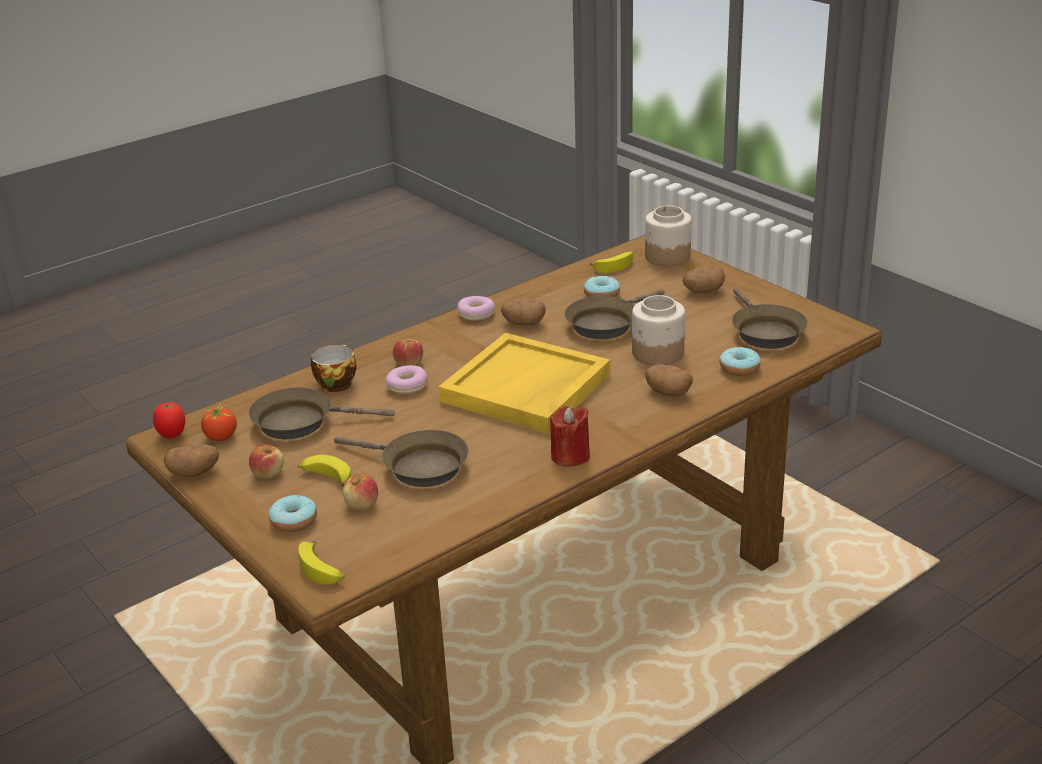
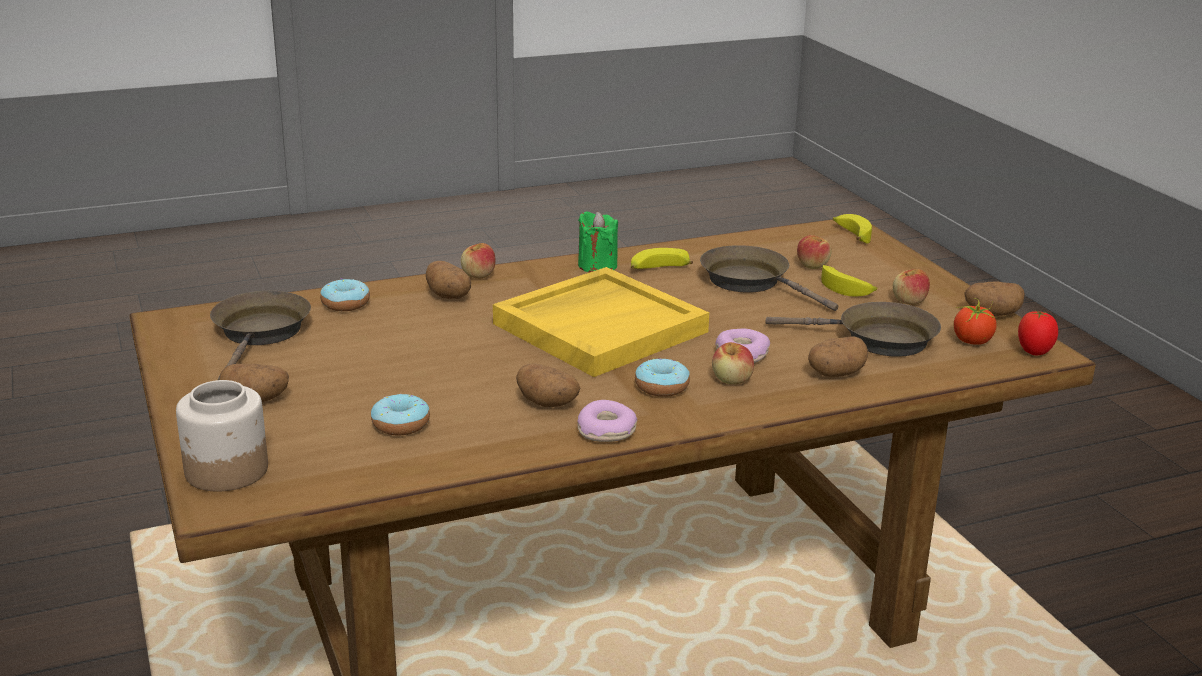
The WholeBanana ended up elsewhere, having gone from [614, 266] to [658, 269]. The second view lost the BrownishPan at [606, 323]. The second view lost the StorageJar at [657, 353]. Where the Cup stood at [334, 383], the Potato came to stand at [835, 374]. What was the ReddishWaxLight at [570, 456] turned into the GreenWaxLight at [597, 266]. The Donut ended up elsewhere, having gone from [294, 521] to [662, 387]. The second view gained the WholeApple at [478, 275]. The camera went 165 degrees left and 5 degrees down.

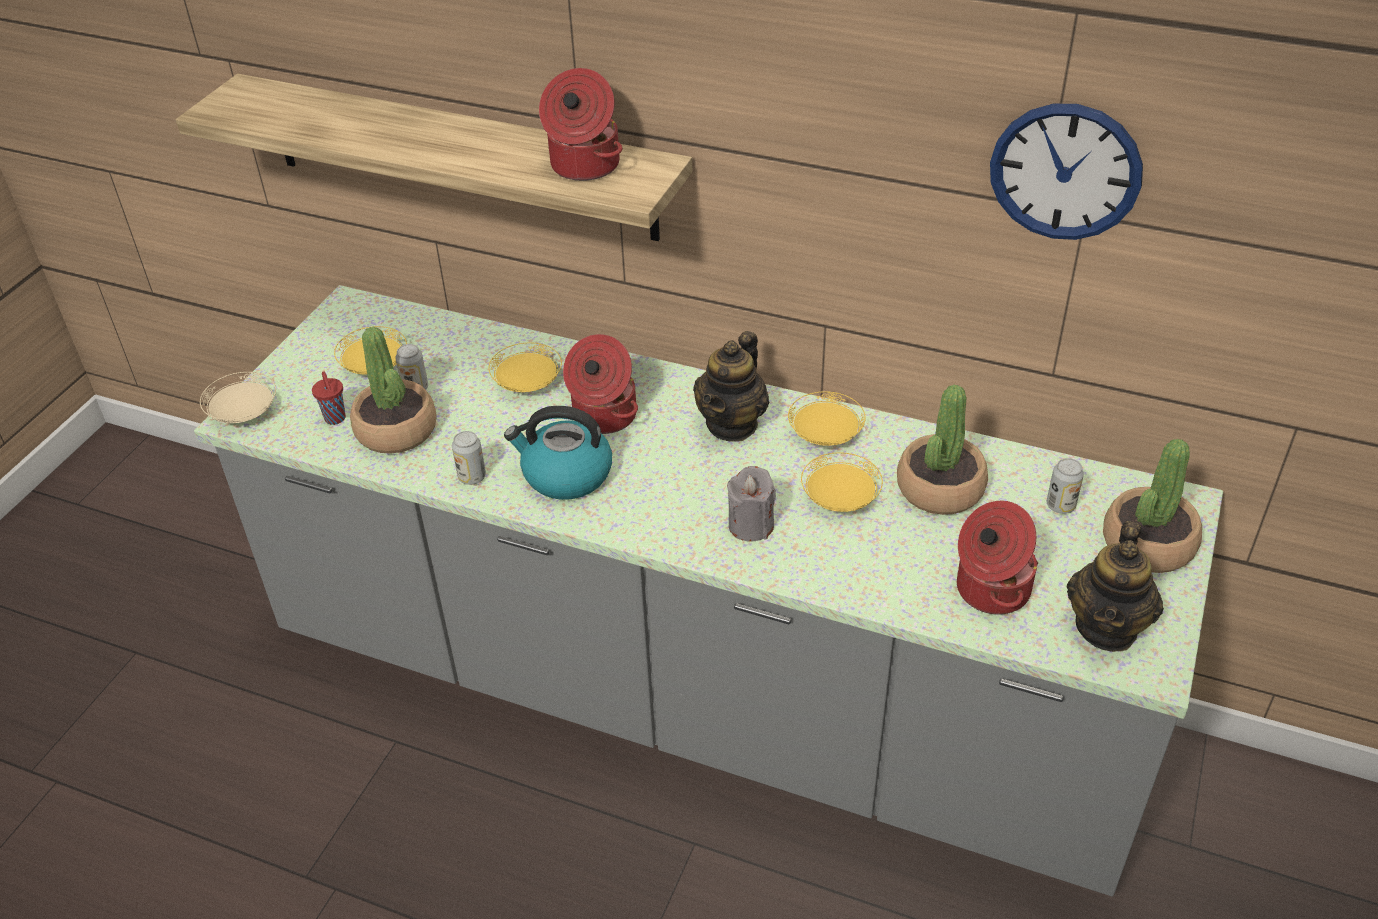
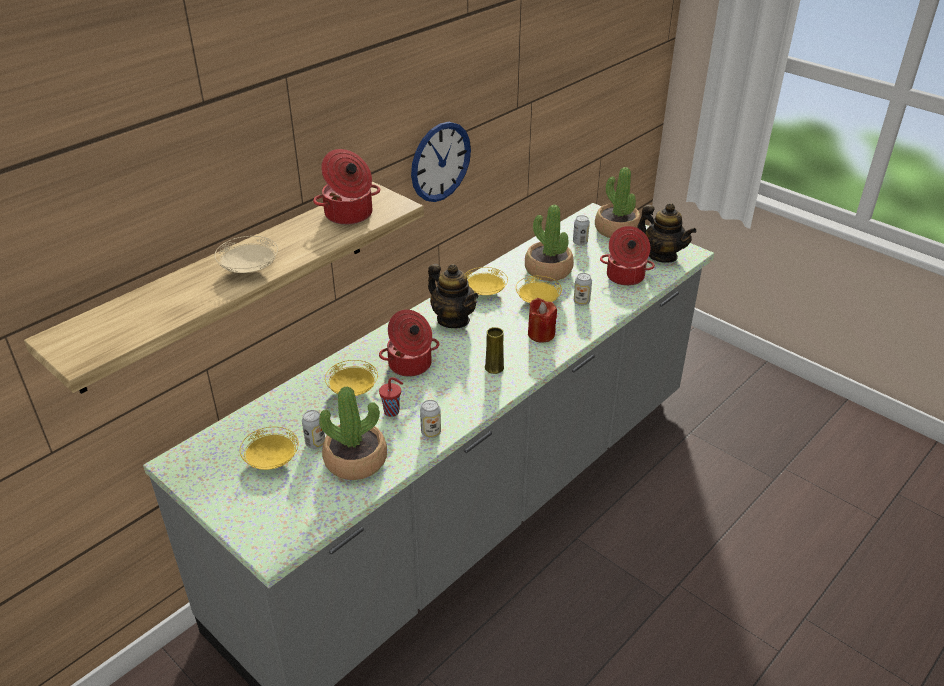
The WallClock ended up elsewhere, having gone from [1065, 172] to [440, 162]. The ReddishCup ended up elsewhere, having gone from [335, 419] to [392, 412]. The SandColouredFlatDish ended up elsewhere, having gone from [244, 414] to [250, 269]. The second view lost the TeaKettle at [565, 475]. What was the GreyWaxLight at [751, 525] turned into the ReddishWaxLight at [541, 334]. The second view gained the MetalCan at [581, 302]. The second view gained the YellowishVase at [494, 368]. The camera went 70 degrees left and 5 degrees down.

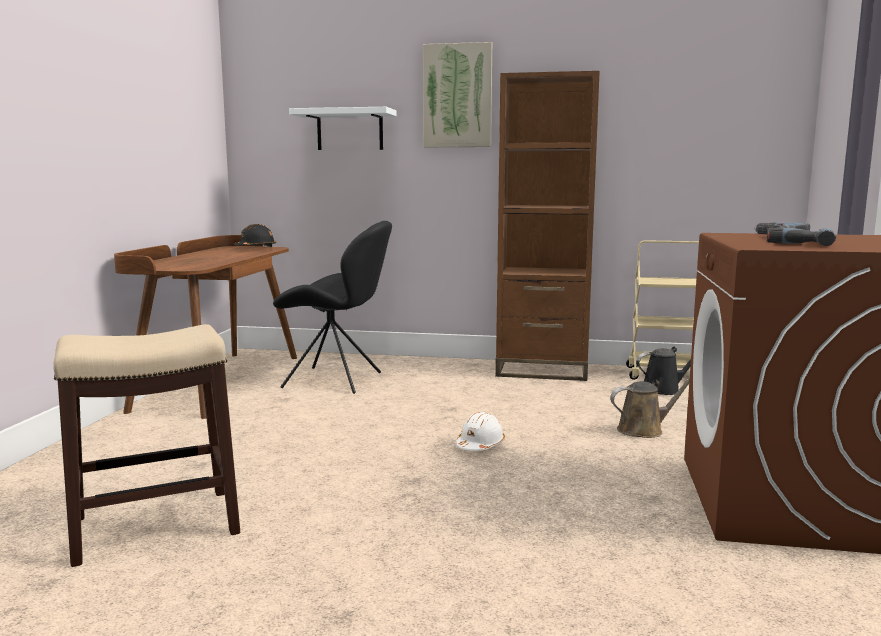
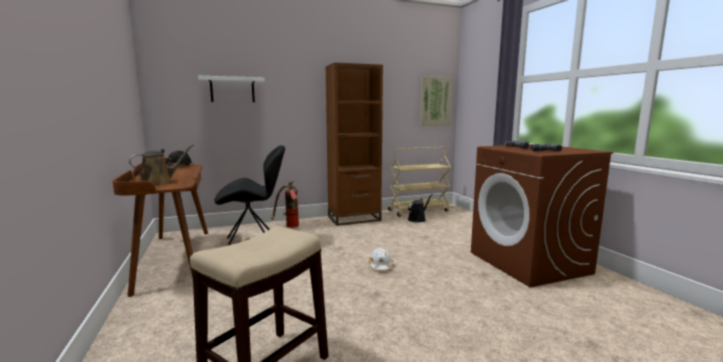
The Picture ended up elsewhere, having gone from [457, 96] to [435, 101]. The BrownishSprinklingCan ended up elsewhere, having gone from [644, 430] to [159, 182]. The second view gained the Extinguisher at [289, 227]. The camera went 30 degrees left and 0 degrees up.

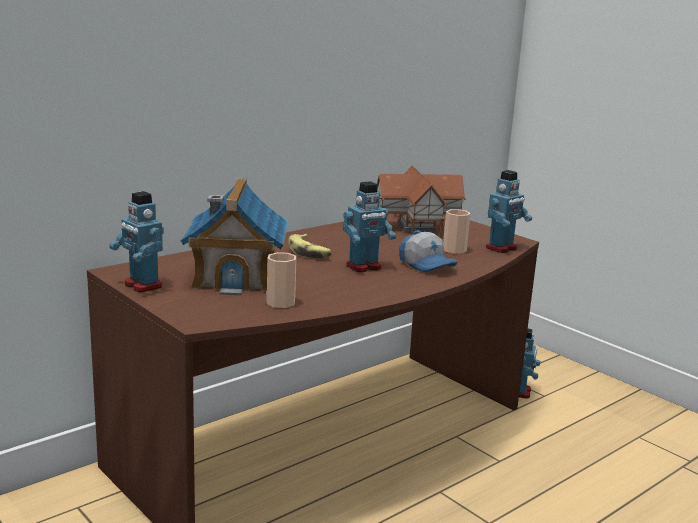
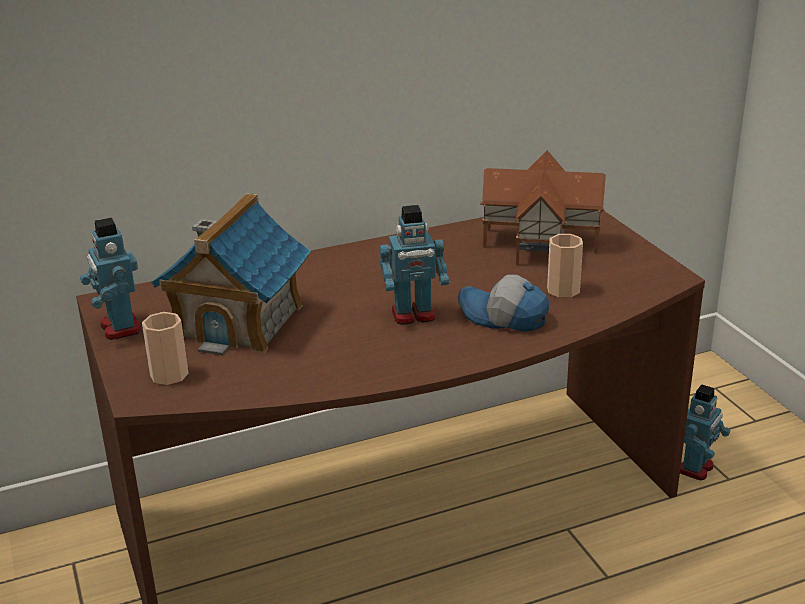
The second view lost the ToyRobot at [502, 248]. The Cap at [427, 265] ended up facing another way, 135 degrees clockwise from before. The second view lost the WholeBanana at [309, 252]. The Cup ended up elsewhere, having gone from [280, 303] to [169, 375]. The camera went 20 degrees right and 10 degrees up.

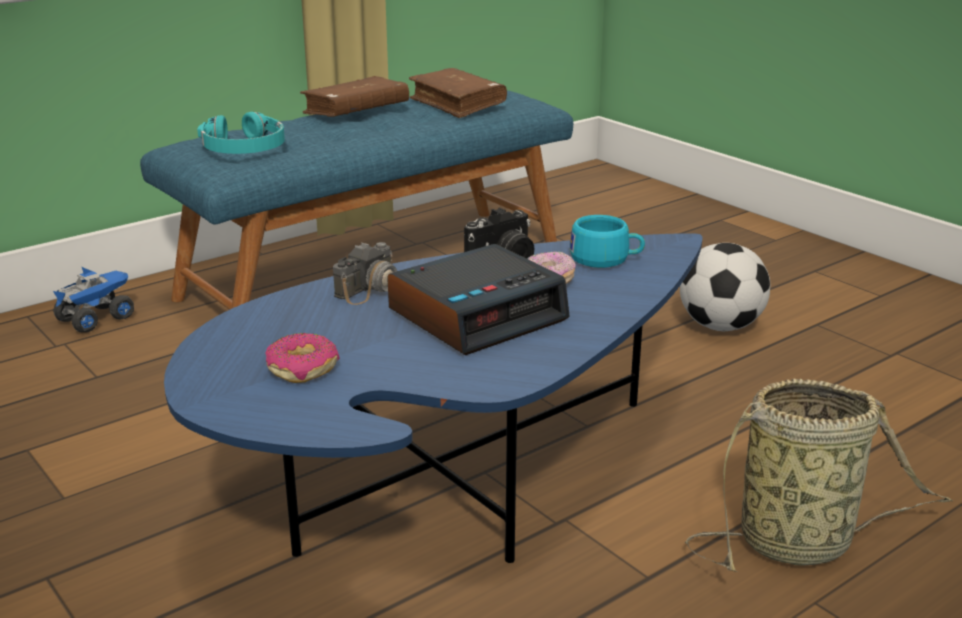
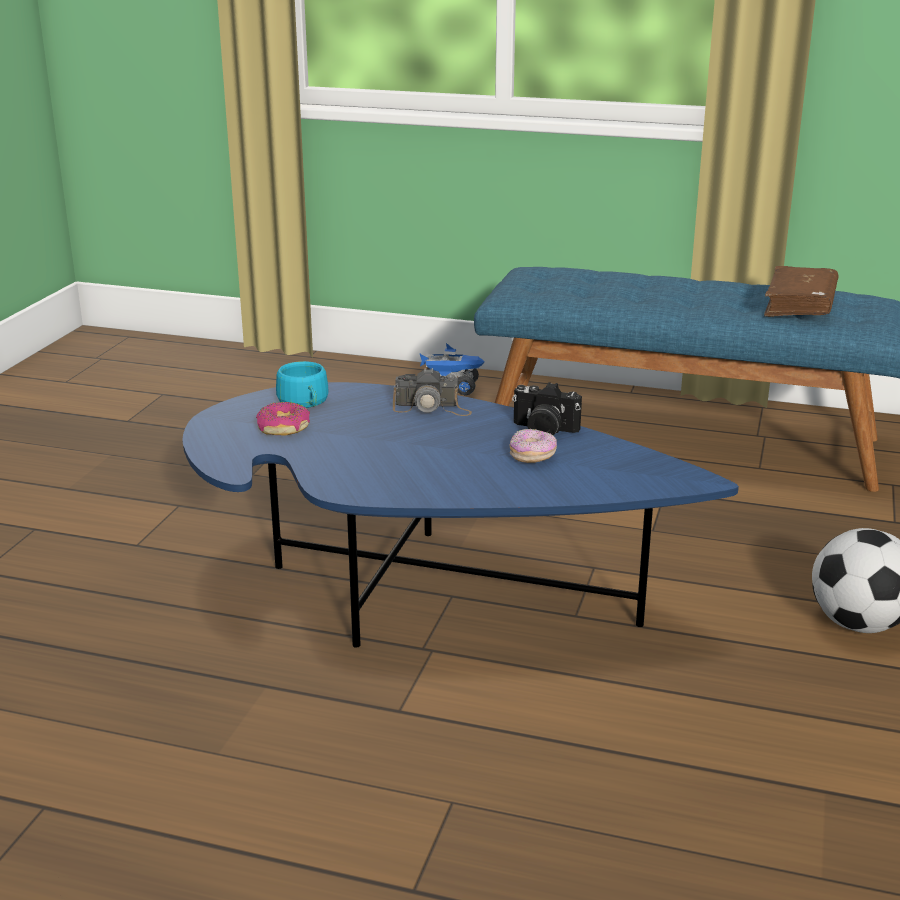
The second view lost the BrownishVolume at [356, 111]. The second view lost the TurquoiseColouredHeadset at [244, 148]. The TurquoiseColouredCup ended up elsewhere, having gone from [606, 259] to [305, 403]. The second view lost the AlarmClock at [478, 314]. The second view lost the Basket at [802, 543]. The camera went 55 degrees right and 0 degrees up.

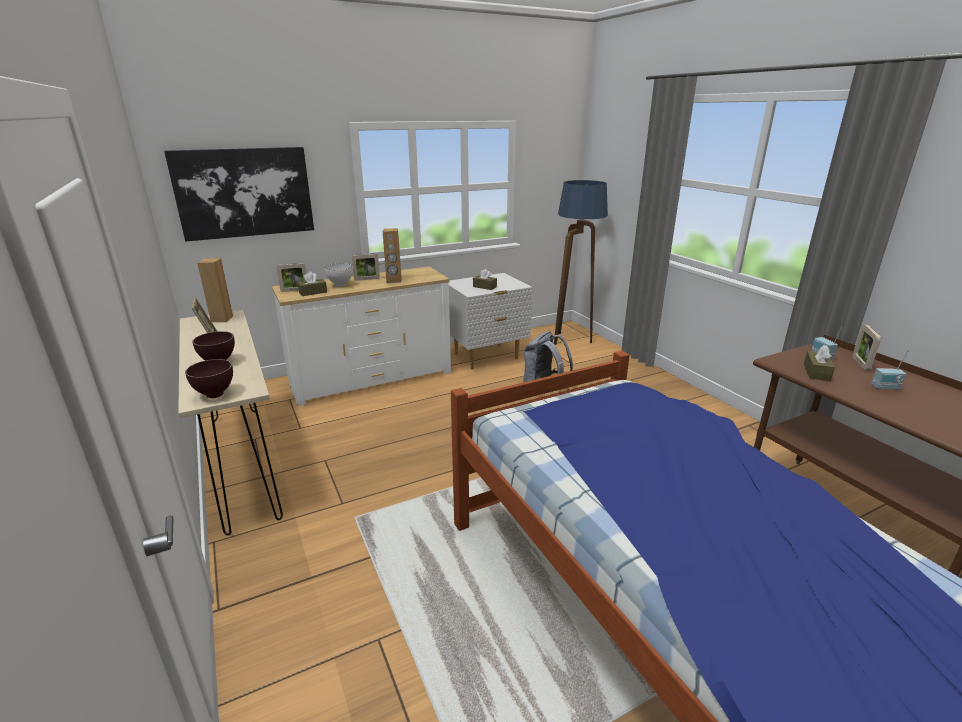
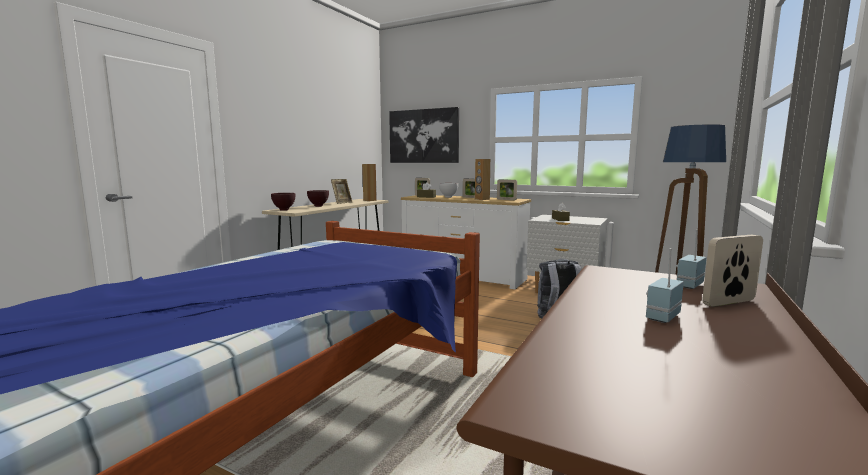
The second view lost the BrownishTissueHolder at [816, 372]. The RadioSet at [886, 388] ended up facing another way, 75 degrees clockwise from before. The second view gained the PhotoFrame at [506, 199]. The camera went 55 degrees right and 15 degrees down.

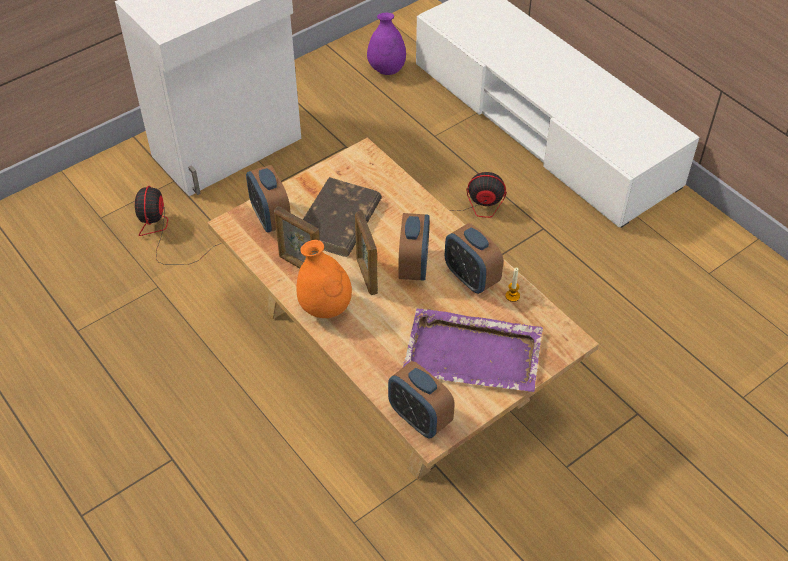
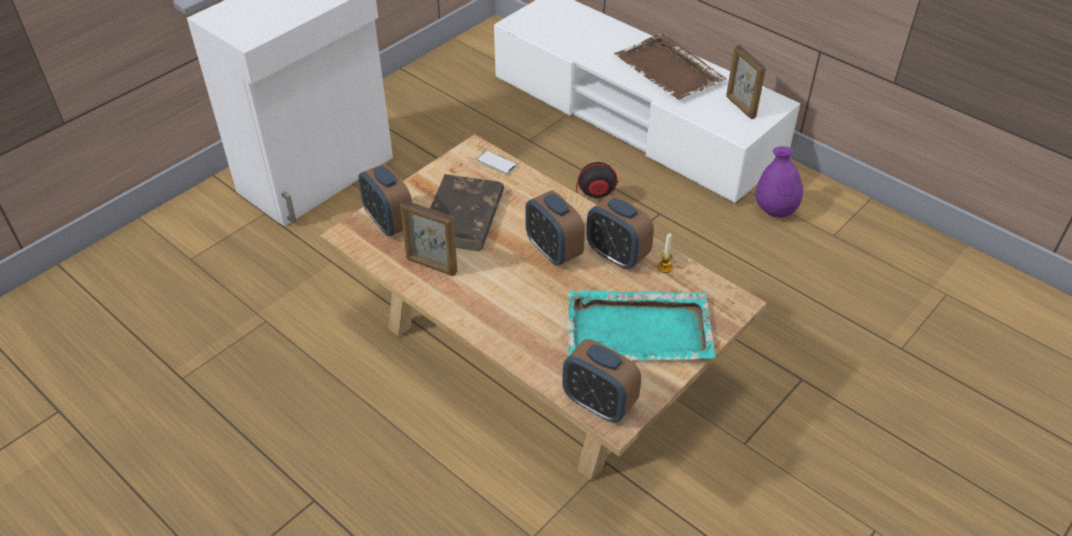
The PurpleColouredVase ended up elsewhere, having gone from [386, 69] to [775, 210]. The second view lost the Fan at [166, 234]. The PhotoFrame ended up elsewhere, having gone from [366, 276] to [740, 107]. The AlarmClock at [413, 266] ended up facing another way, 150 degrees clockwise from before. The second view lost the OrangeVase at [325, 308]. What was the PurpleColouredTray at [474, 354] turned into the TurquoiseColouredTray at [640, 330]. The second view gained the BrownishTray at [669, 70]. The second view gained the Phone at [496, 163]. The camera went 10 degrees left and 5 degrees down.

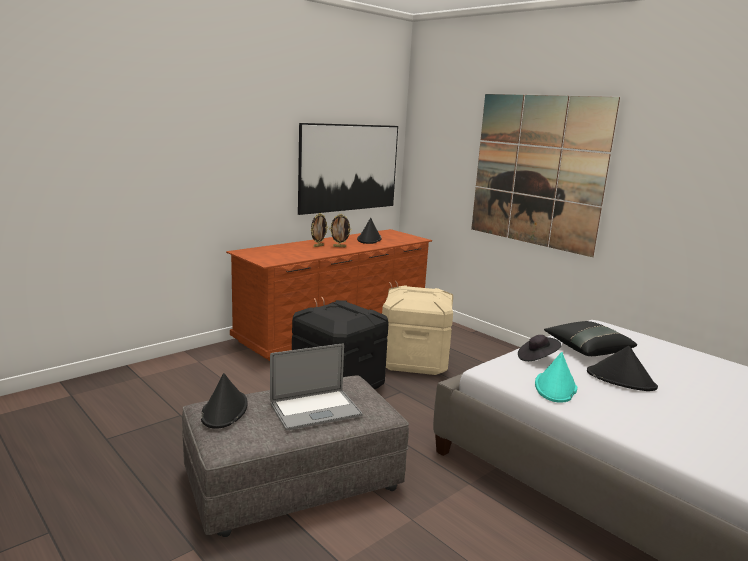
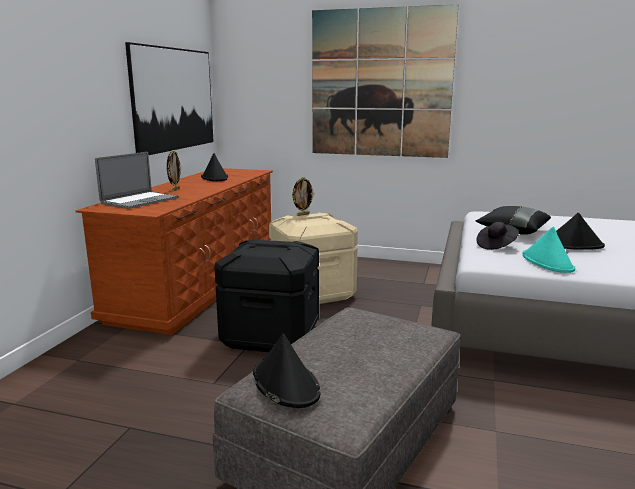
The PhotoFrame ended up elsewhere, having gone from [339, 246] to [302, 214]. The PortableComputer ended up elsewhere, having gone from [315, 409] to [140, 200]. The camera went 30 degrees left and 0 degrees up.

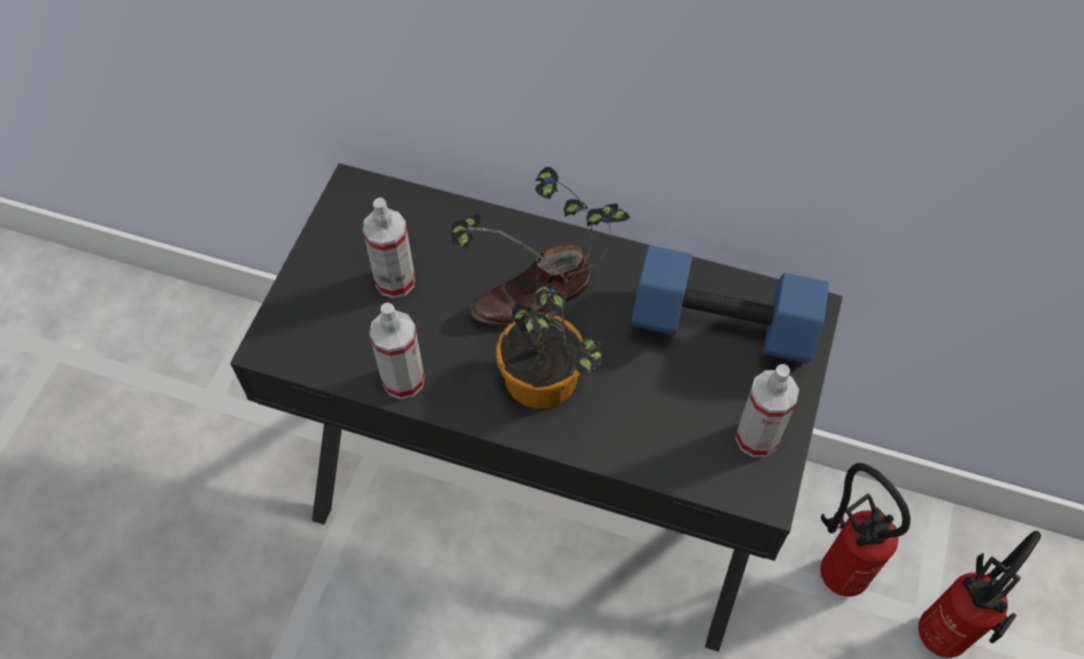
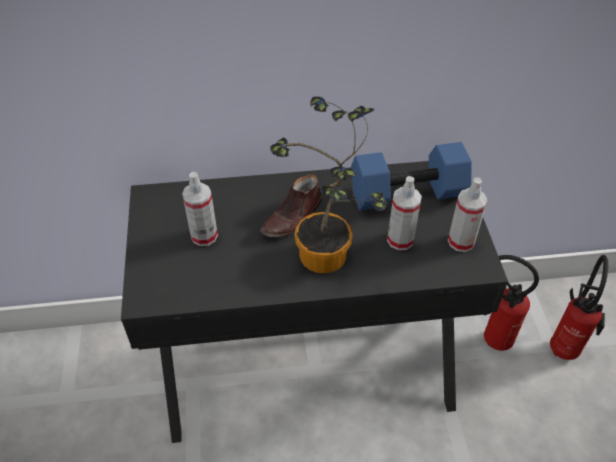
The Sprayer ended up elsewhere, having gone from [403, 380] to [400, 240]. The camera went 25 degrees left and 10 degrees down.

